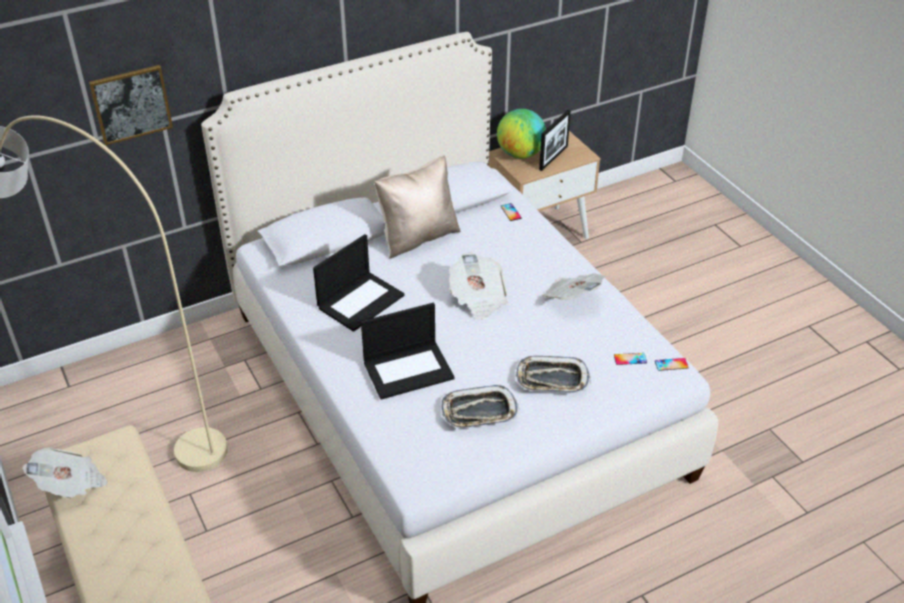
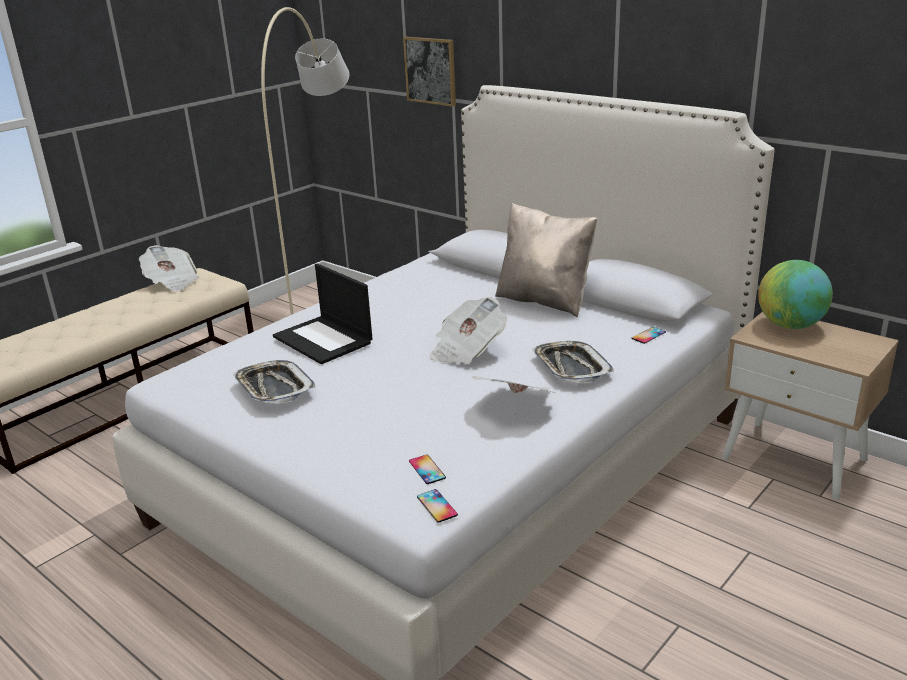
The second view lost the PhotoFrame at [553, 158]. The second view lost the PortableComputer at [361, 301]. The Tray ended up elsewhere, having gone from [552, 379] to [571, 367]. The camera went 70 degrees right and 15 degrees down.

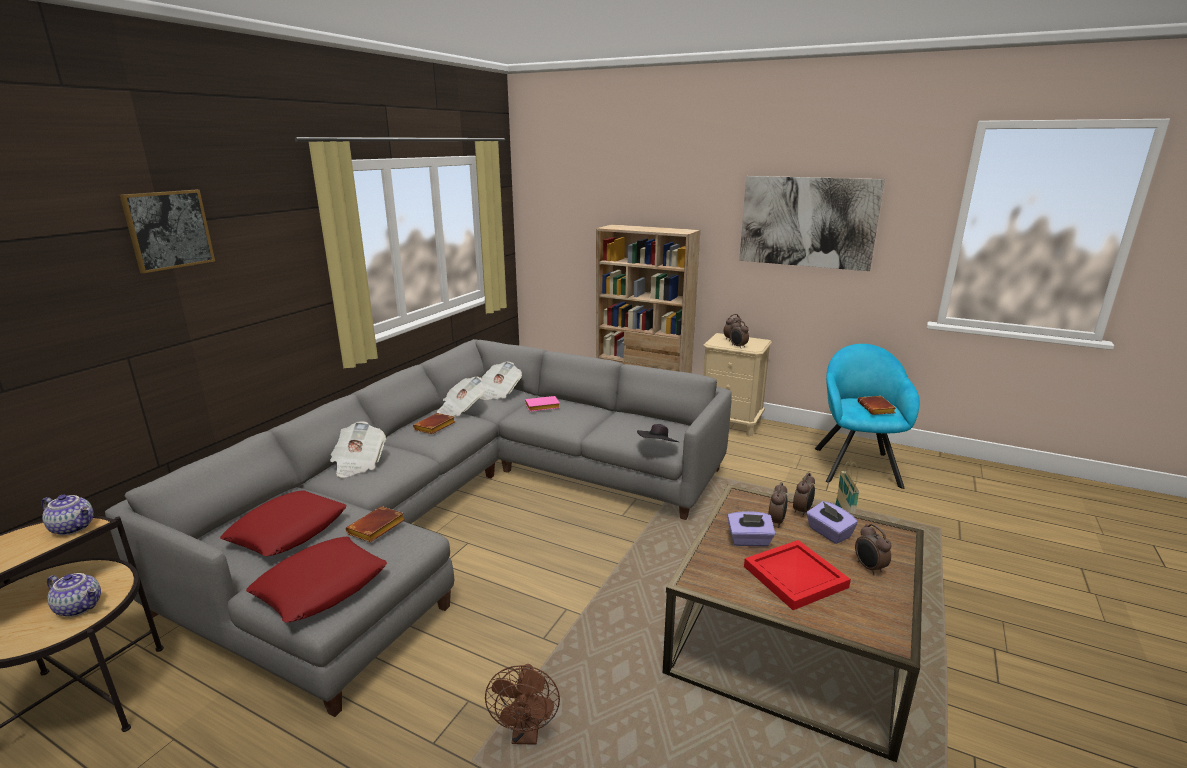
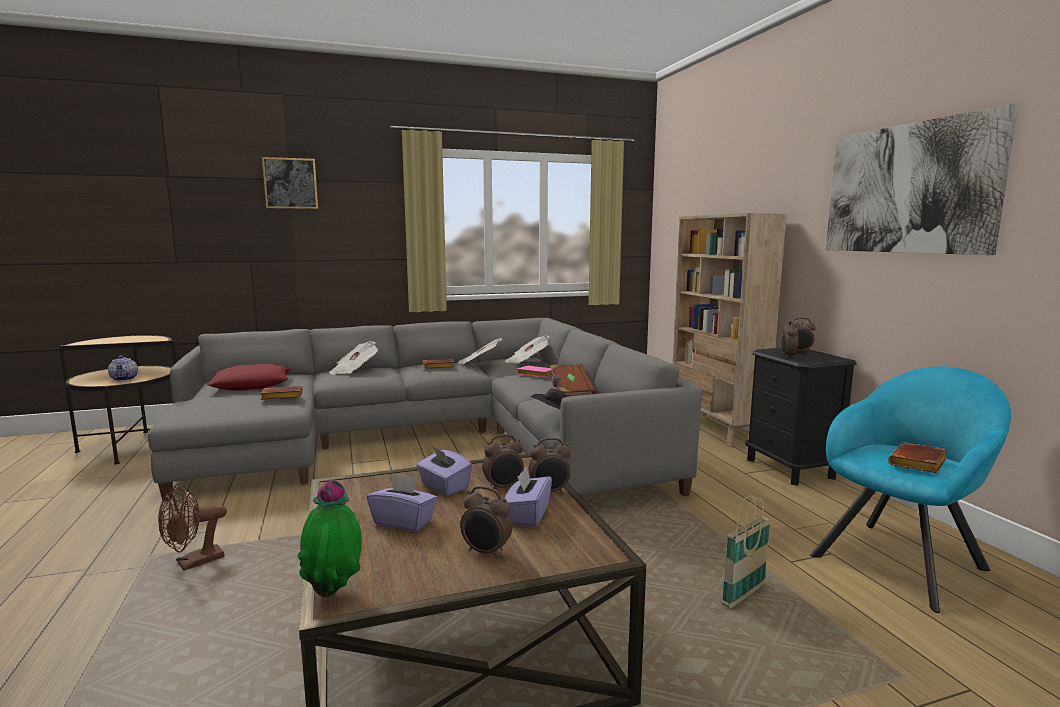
What was the SandColouredNightTable at [731, 424] turned into the BlackNightTable at [790, 469]. The second view lost the PotForTea at [74, 527]. The AlarmClock at [869, 568] ended up facing another way, 90 degrees counterclockwise from before. The second view lost the ReddishThrowPillow at [321, 586]. Where the ReddishTray stood at [795, 578], the PurpleColouredTissueHolder came to stand at [404, 522]. The second view gained the BrownishVolume at [570, 391]. The second view gained the PottedPlant at [335, 592]. The camera went 45 degrees right and 10 degrees down.

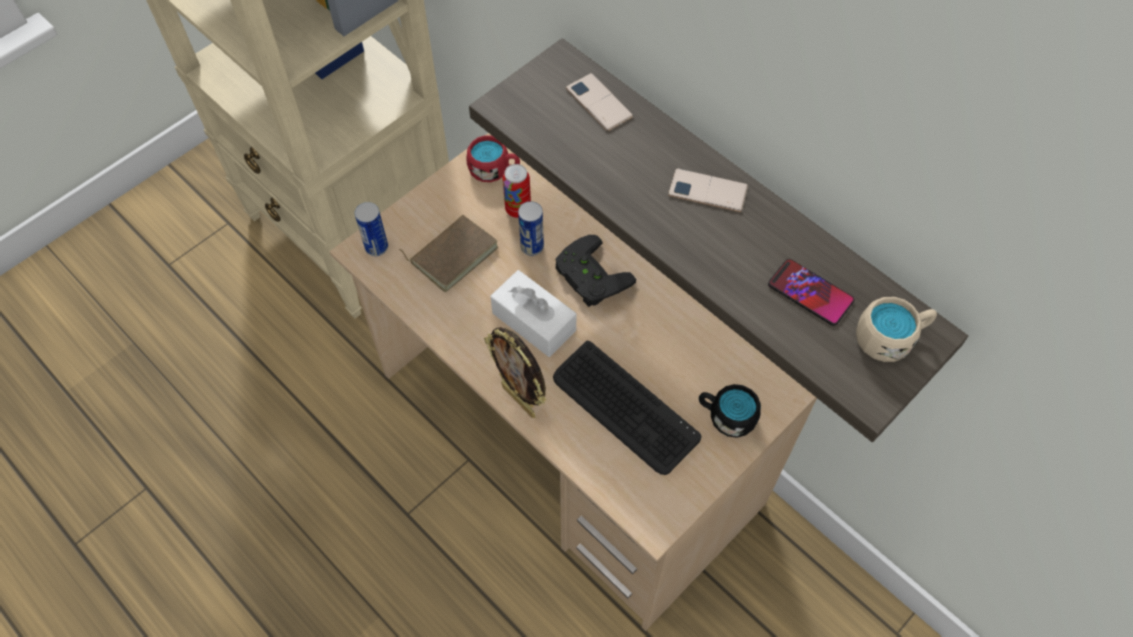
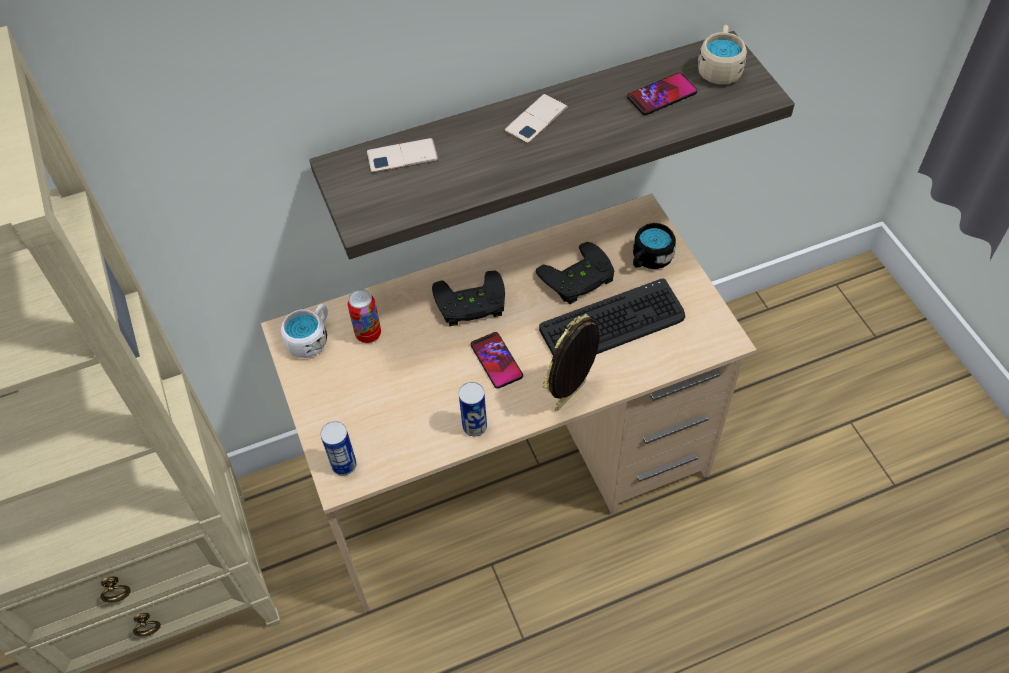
What was the ReddishTeaMug at [494, 170] turned into the WhiteColouredTeaMug at [311, 338]. The MetalCan ended up elsewhere, having gone from [532, 246] to [474, 426]. The second view lost the BrownishVolume at [453, 254]. Where the WhiteColouredTissueHolder stood at [534, 321], the Phone came to stand at [496, 361]. The PhotoFrame at [520, 400] ended up facing another way, 150 degrees clockwise from before. The second view gained the BlackGamepad at [579, 280]. The camera went 65 degrees left and 5 degrees down.

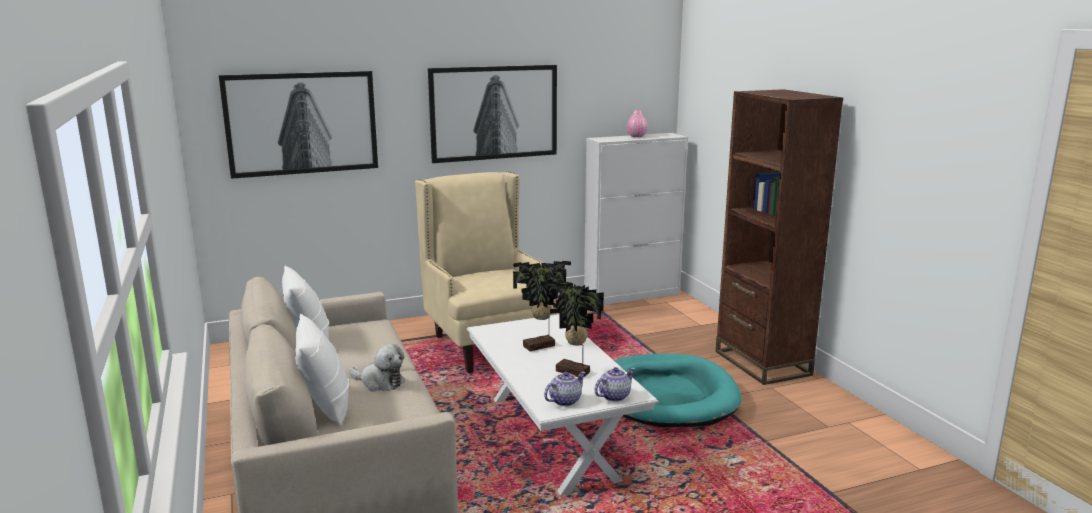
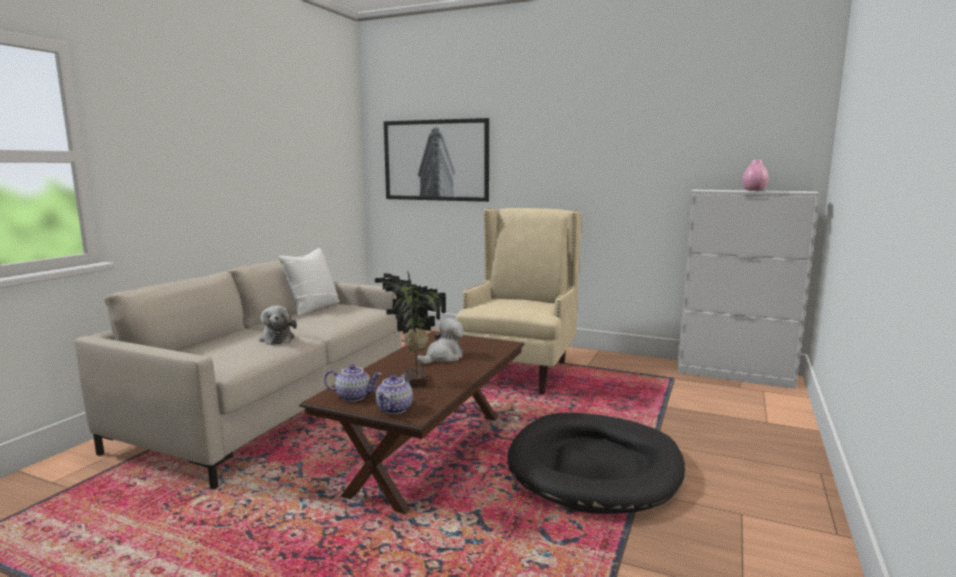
The second view lost the Picture at [494, 112]. The second view lost the BrownishBookcase at [762, 363]. Where the PottedPlant stood at [540, 347], the SoftToy came to stand at [443, 357]. The second view lost the WhiteColouredThrowPillow at [326, 406]. What was the WhiteColouredLowTable at [551, 437] turned into the BrownishLowTable at [429, 452]. What was the TurquoiseColouredDogCushion at [666, 396] turned into the BlackDogCushion at [594, 467]. The PotForTea at [614, 396] ended up facing another way, 105 degrees clockwise from before. The camera went 45 degrees right and 5 degrees down.

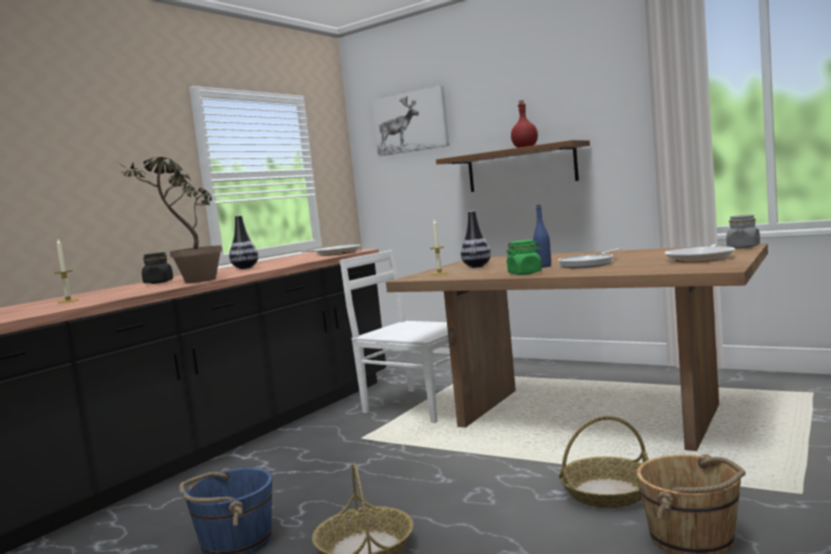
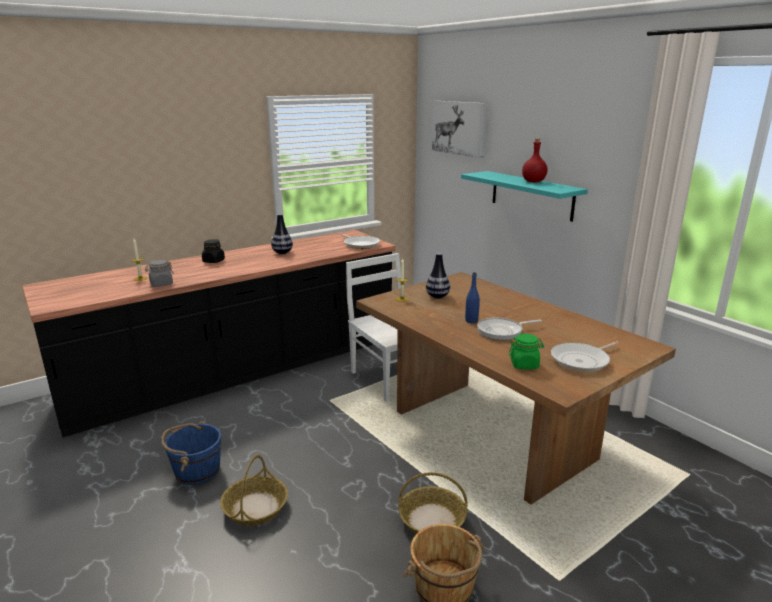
What was the BrownishWallShelf at [521, 168] turned into the TurquoiseColouredWallShelf at [531, 195]. The second view lost the PottedPlant at [189, 282]. The GreyStorageJar ended up elsewhere, having gone from [743, 247] to [161, 284]. The GreenStorageJar ended up elsewhere, having gone from [525, 273] to [524, 364]. The camera went 20 degrees right and 15 degrees up.

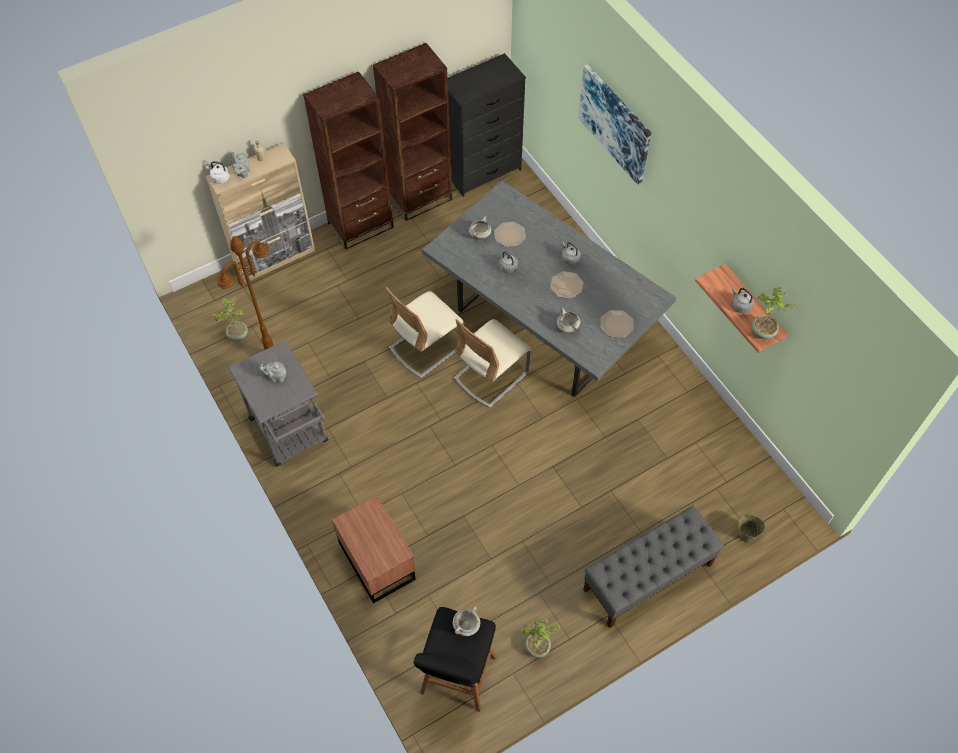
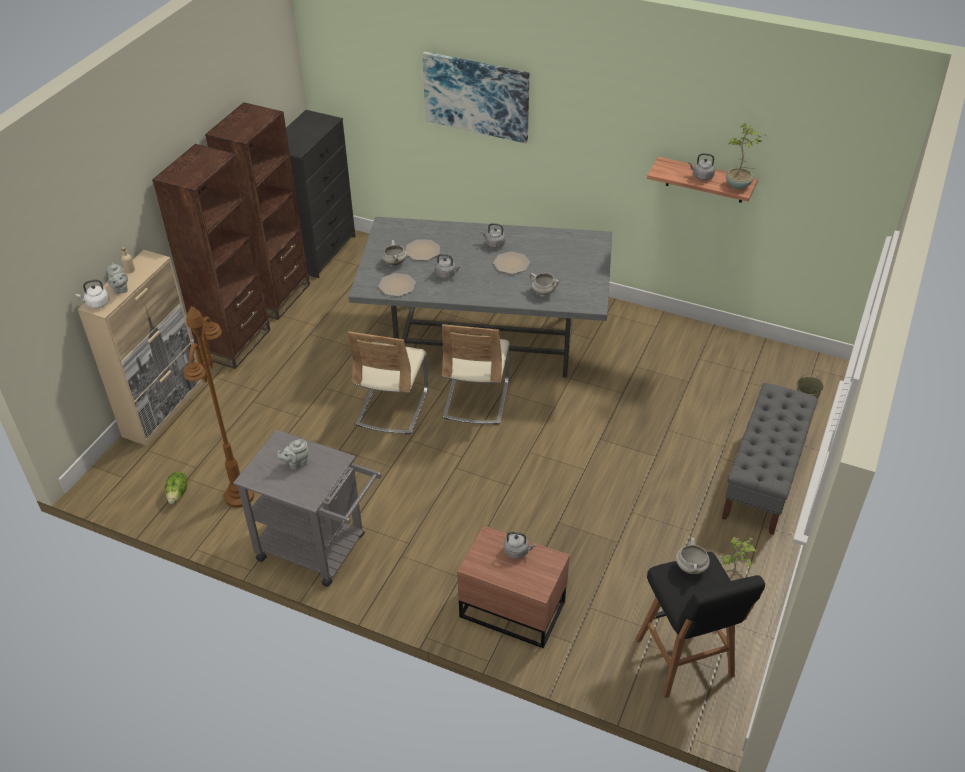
Where the PottedPlant stood at [237, 334], the LettuceHead came to stand at [178, 494]. The FlatDish ended up elsewhere, having gone from [616, 324] to [397, 286]. The second view gained the GreyTeaKettle at [517, 551]. The camera went 35 degrees left and 15 degrees down.

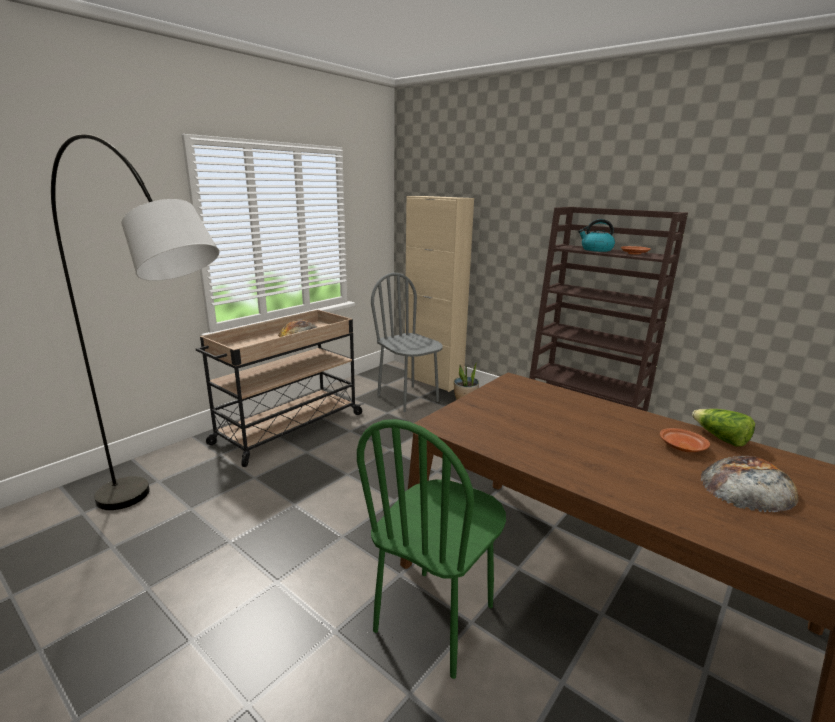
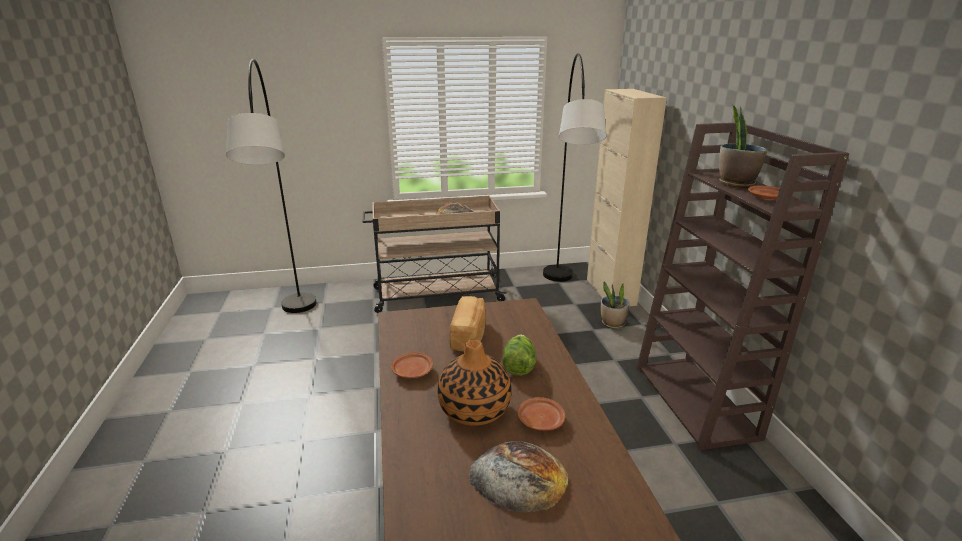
Where the TeaKettle stood at [596, 250], the PottedPlant came to stand at [735, 184]. Where the GreyPlainChair stood at [408, 398], the GreyFloorLamp came to stand at [562, 301]. The LettuceHead ended up elsewhere, having gone from [720, 438] to [518, 365]. The second view lost the GreenPlainChair at [435, 619]. The second view gained the BakeryBread at [469, 335]. The second view gained the Vase at [474, 409]. The second view gained the BrownishFlatDish at [412, 371]. The camera went 40 degrees right and 5 degrees up.

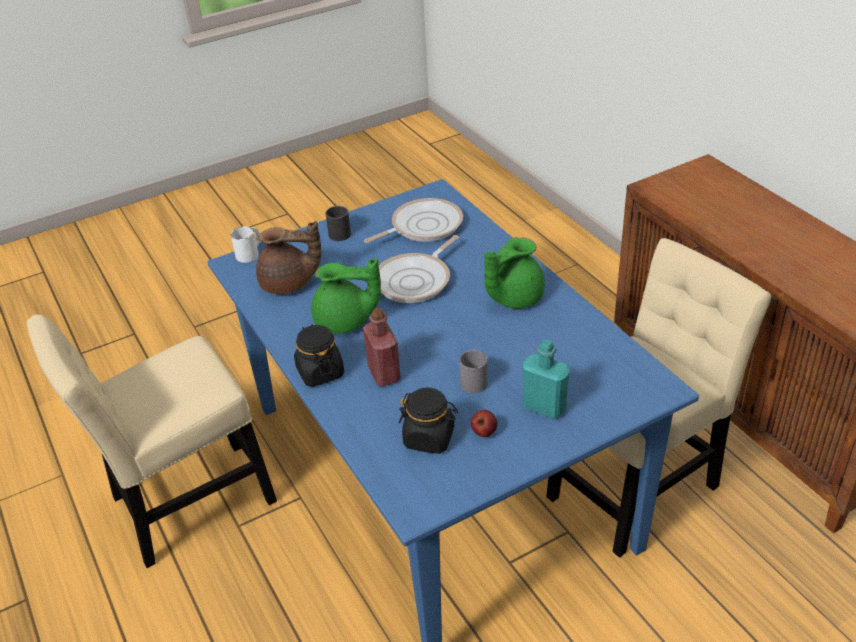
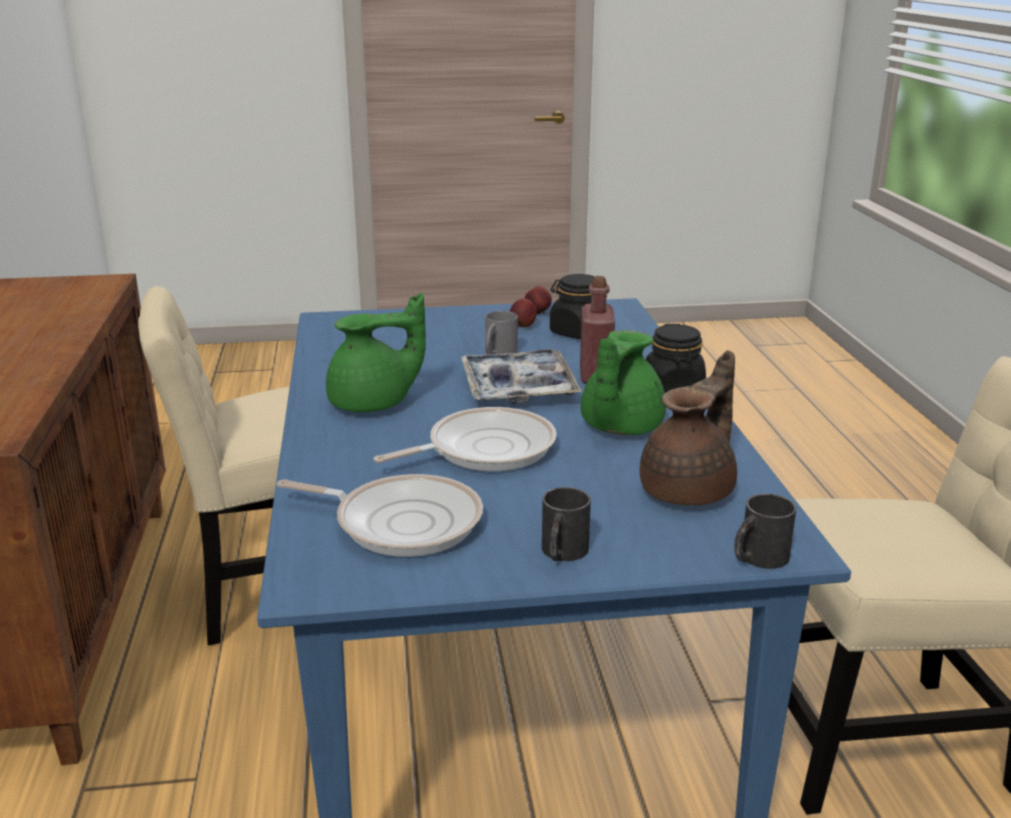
The Pan at [422, 226] ended up facing another way, 150 degrees counterclockwise from before. The BrownishPotForTea at [289, 284] ended up facing another way, 105 degrees clockwise from before. What was the WhiteColouredTeaMug at [250, 253] turned into the BlackTeaMug at [757, 558]. The GreenPotForTea at [345, 322] ended up facing another way, 90 degrees counterclockwise from before. The second view lost the TurquoiseColouredDrinkBottle at [544, 407]. The second view gained the WholeApple at [538, 313]. The second view gained the Tray at [518, 388]. The camera went 160 degrees left and 15 degrees down.

